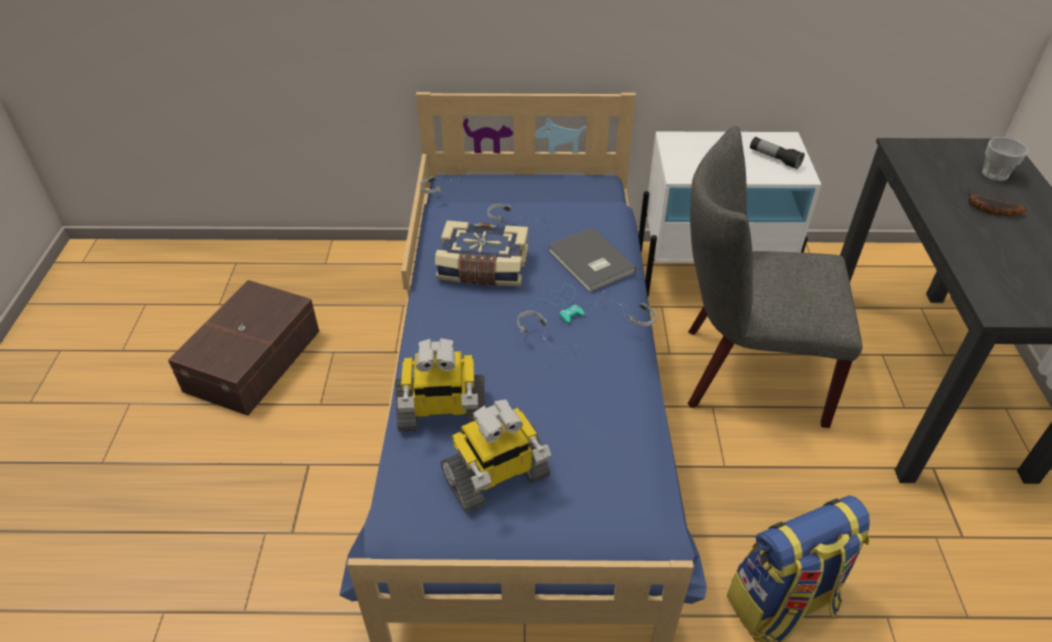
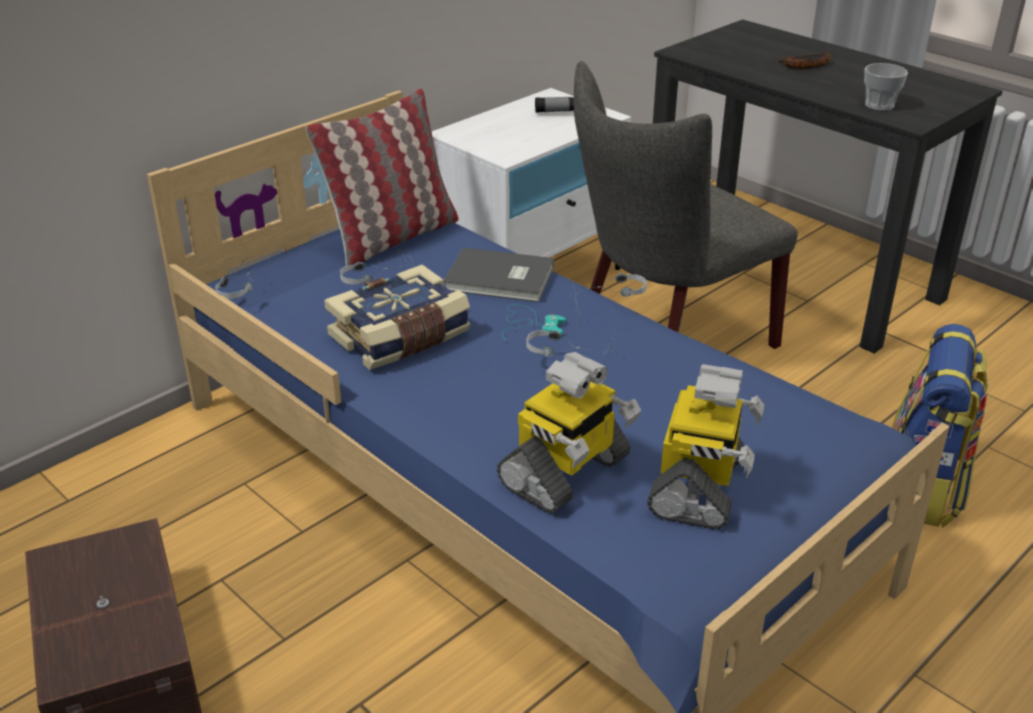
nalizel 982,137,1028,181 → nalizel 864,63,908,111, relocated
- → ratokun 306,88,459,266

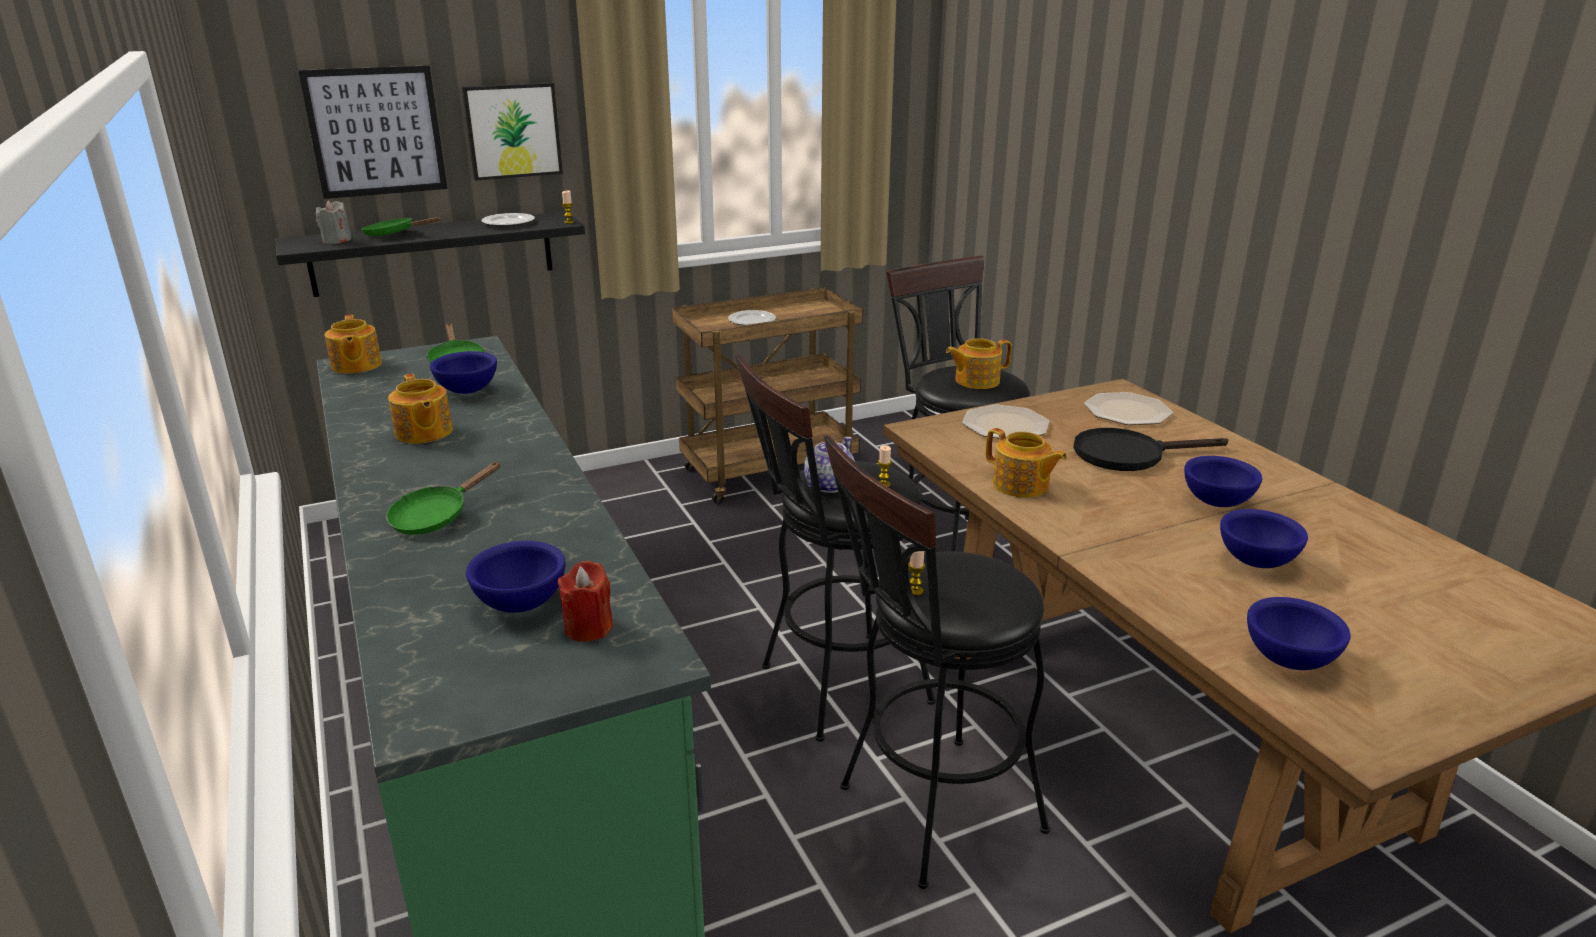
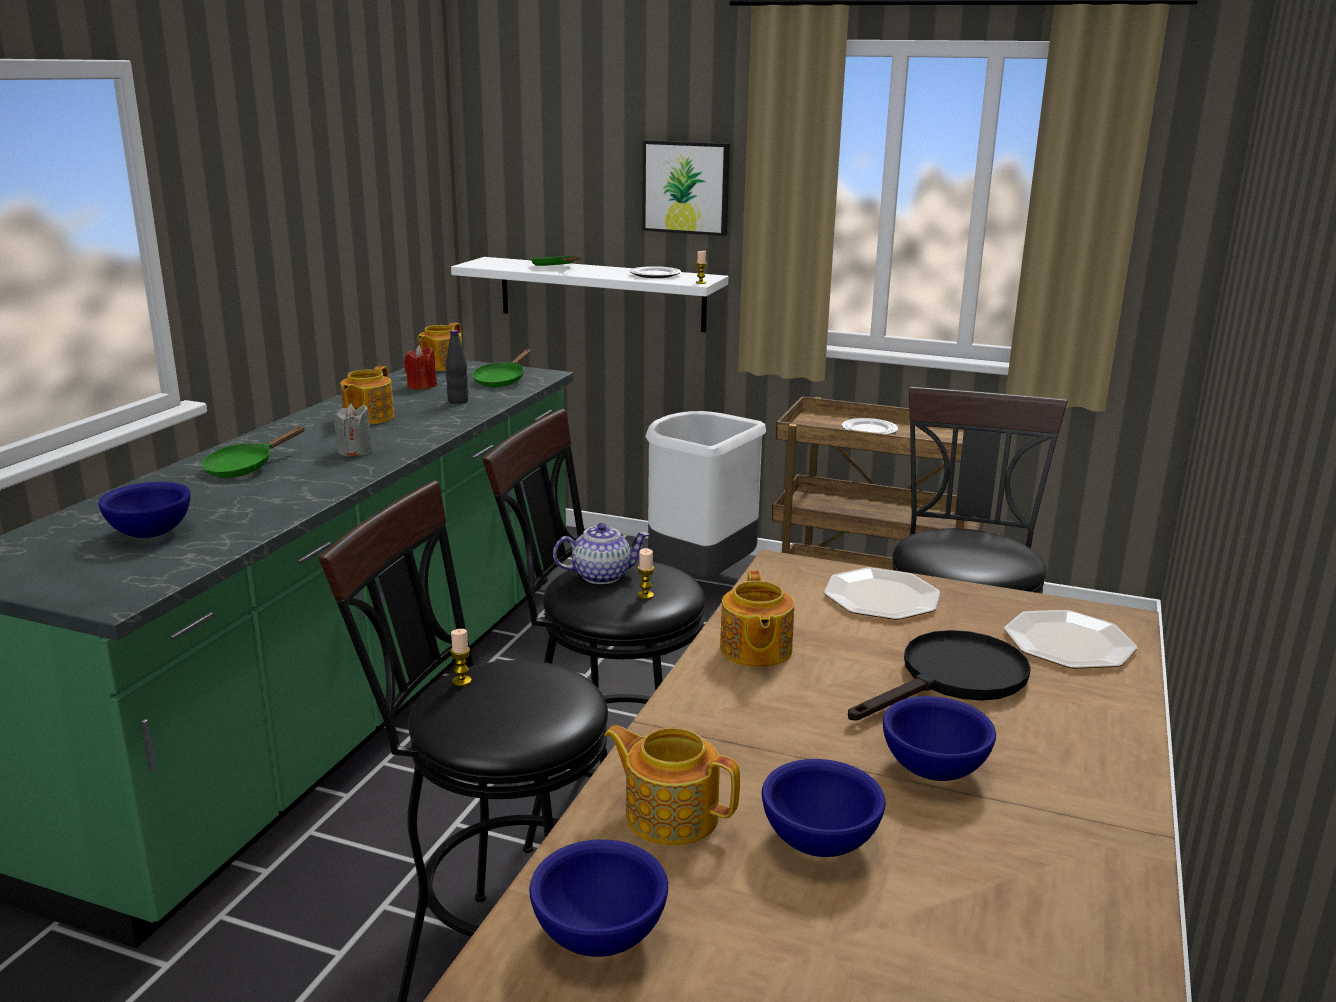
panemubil 298,65,448,199 → -
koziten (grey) 316,201,351,244 → koziten (grey) 334,403,373,457, relocated
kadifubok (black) 275,212,585,297 → kadifubok (white) 451,257,729,332
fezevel 946,339,1012,389 → fezevel 604,725,740,846, relocated
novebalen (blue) 430,351,497,394 → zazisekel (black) 446,330,468,404
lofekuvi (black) 1073,428,1228,471 → lofekuvi (black) 848,630,1031,721, 105 degrees clockwise
lofekuvi (green) 386,462,501,535 → lofekuvi (green) 201,426,305,478, 45 degrees counterclockwise
koziten (red) 558,561,613,642 → koziten (red) 404,346,437,390, relocated
- → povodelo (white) 645,411,766,580

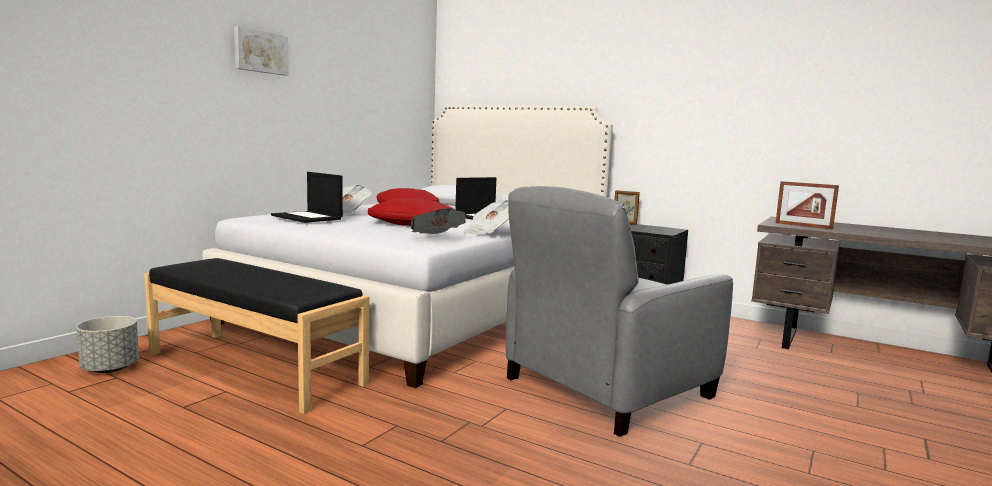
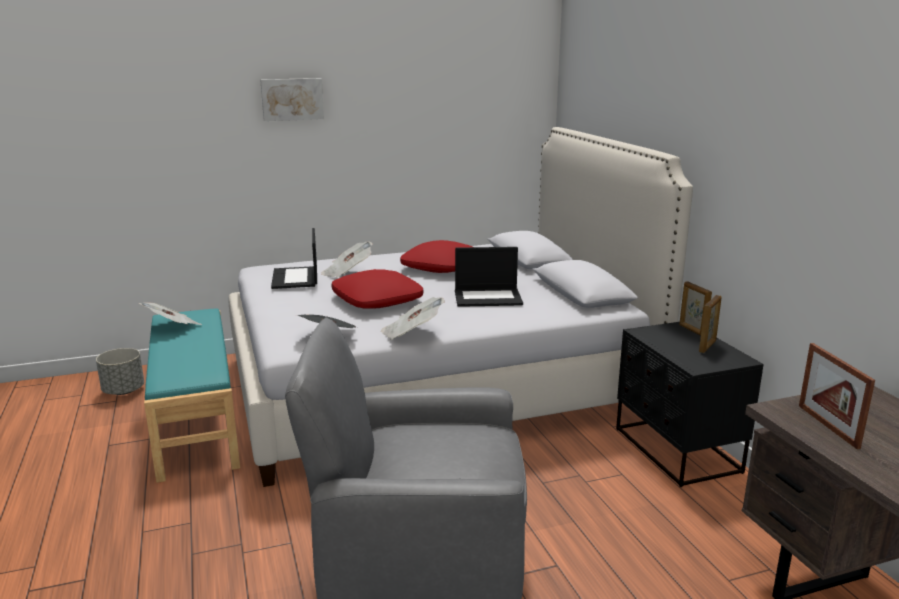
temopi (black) 145,258,369,414 → temopi (turquoise) 144,308,240,483
- → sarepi 699,295,721,353
- → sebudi 138,302,202,325

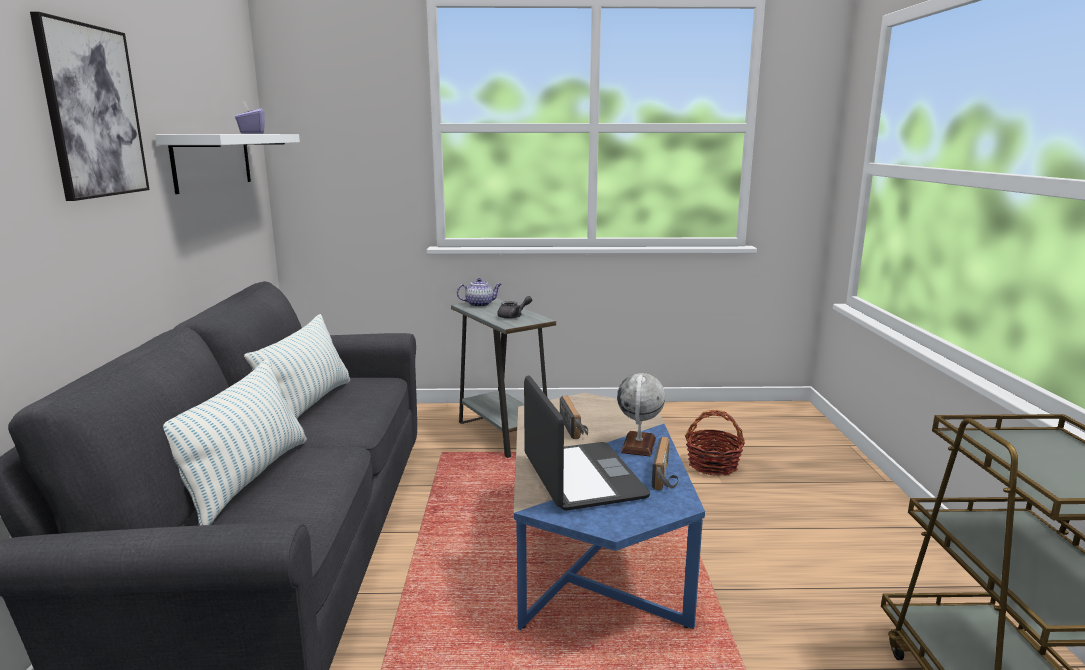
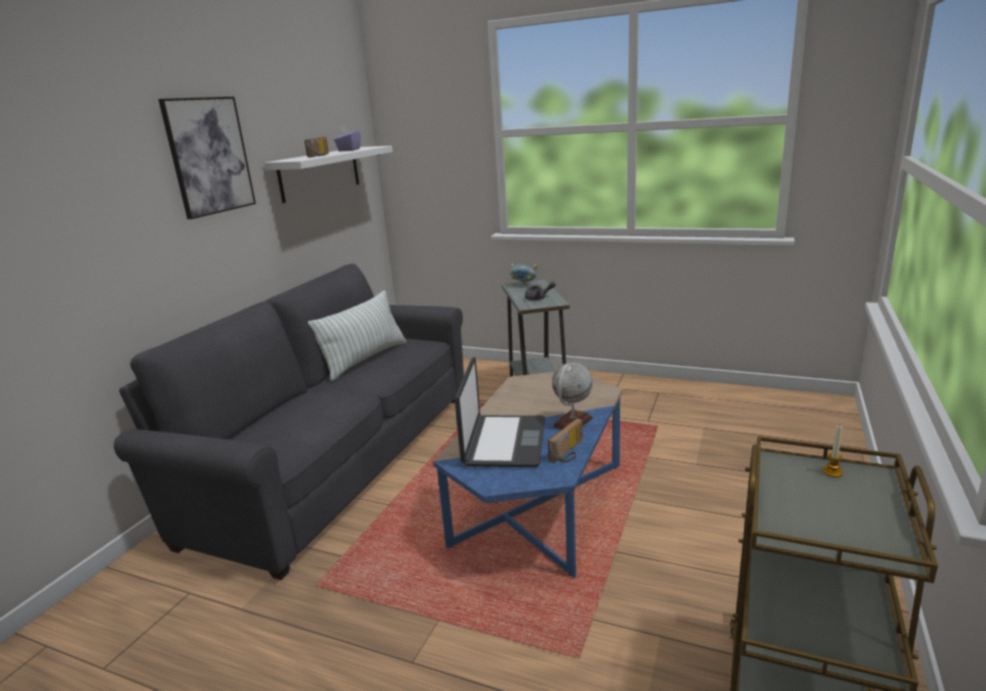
fezevel 457,278,501,307 → novebalen 510,263,537,284
ratokun 163,358,307,526 → -
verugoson 560,396,588,439 → verugoson 304,137,329,158, relocated
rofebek 685,410,745,476 → -
- → koziten 823,425,843,477

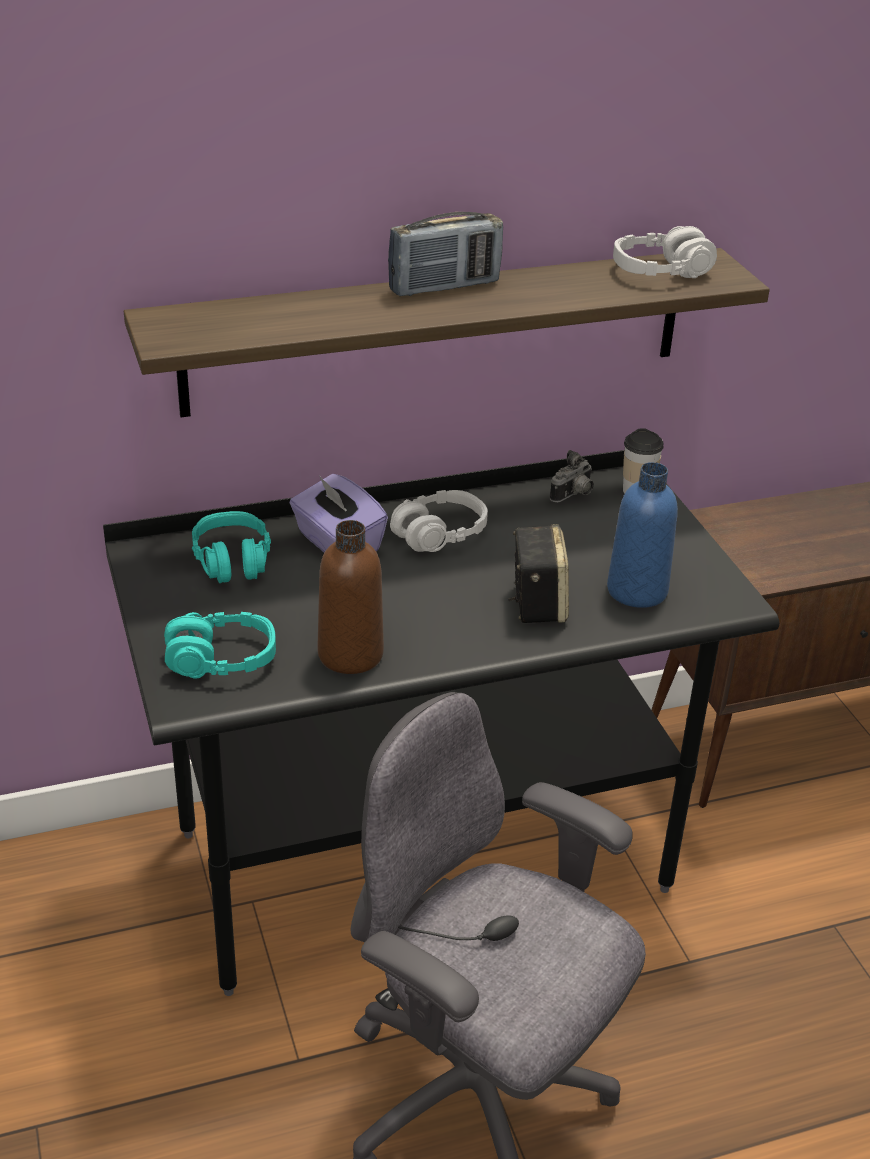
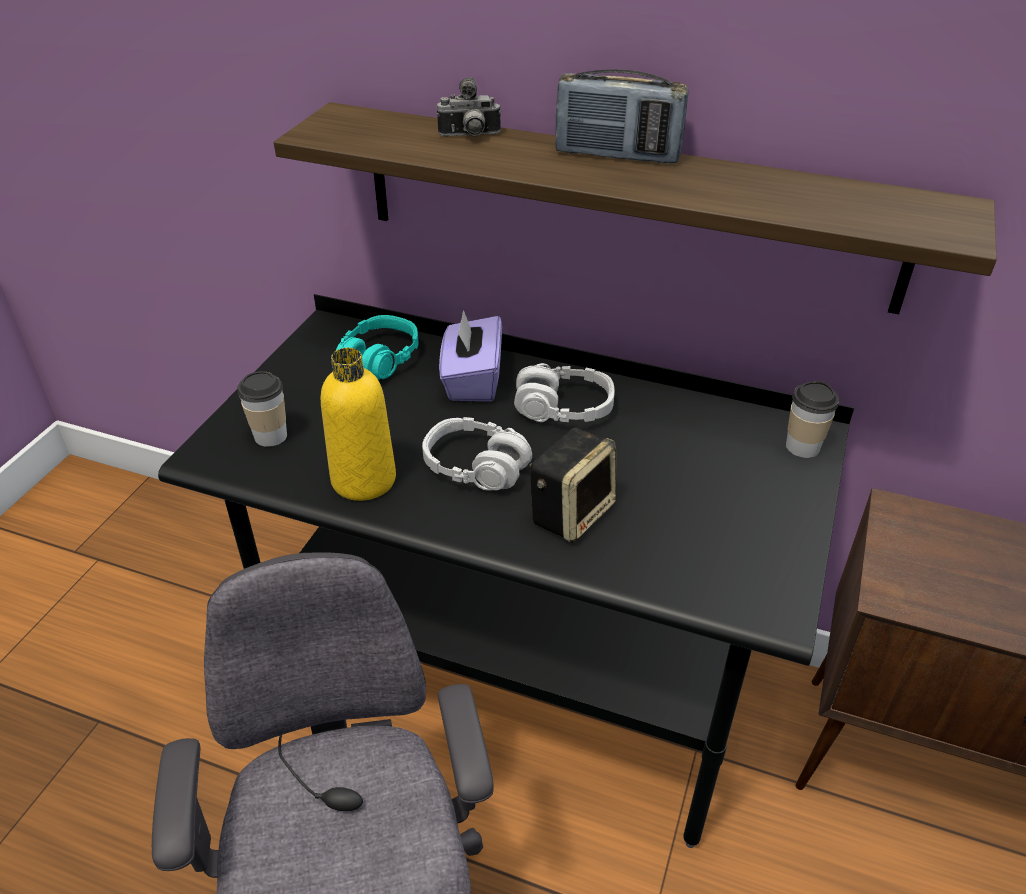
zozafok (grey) 613,226,717,278 → zozafok (grey) 422,417,532,491, relocated
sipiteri 550,450,594,502 → sipiteri 437,77,501,137, relocated
zazisekel (blue) 607,462,678,608 → -
zazisekel (brown) 318,520,384,674 → zazisekel (yellow) 321,348,396,501
zozafok (turquoise) 164,612,276,679 → nalizel 238,371,287,447

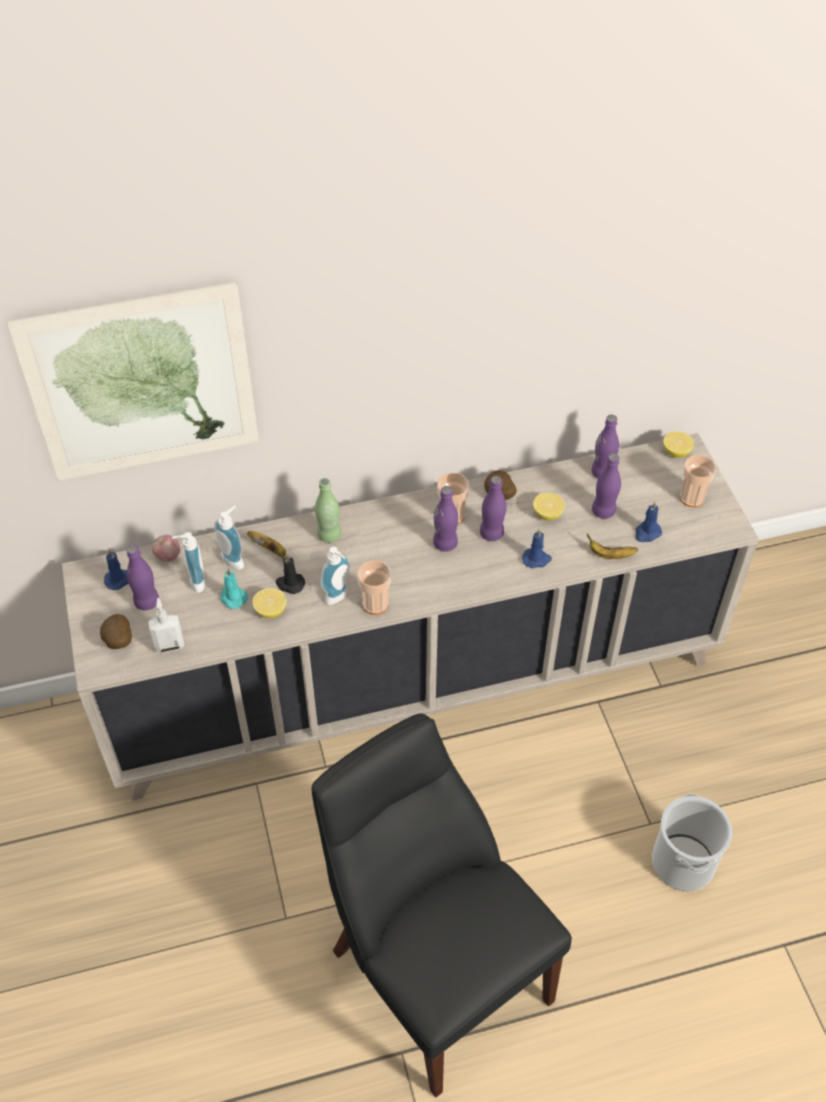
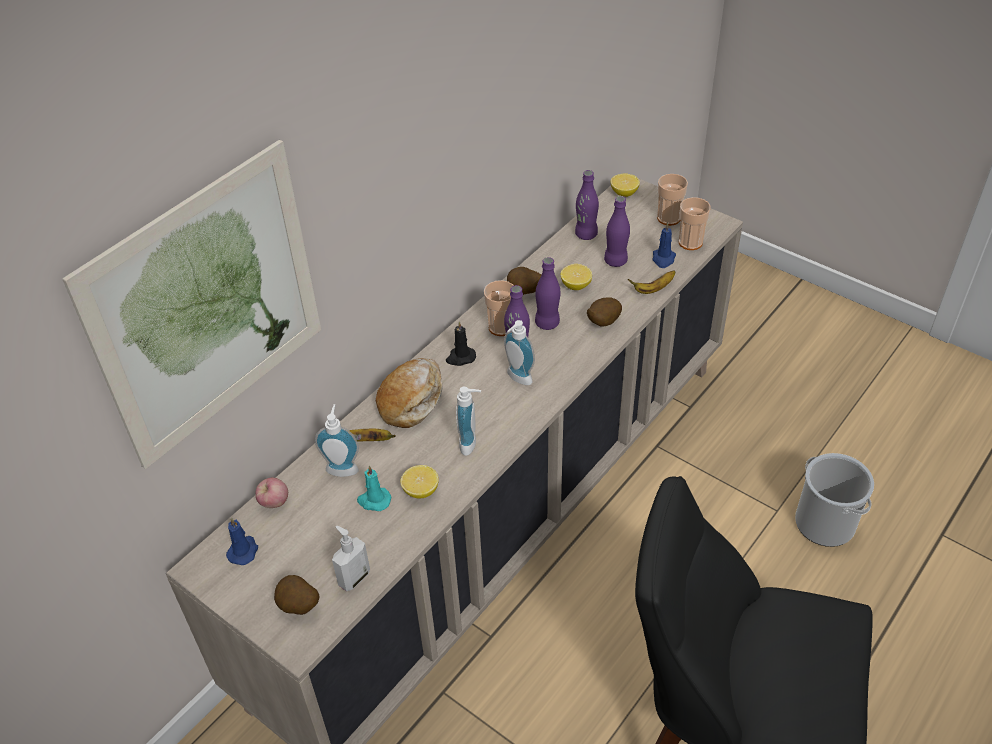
zazisekel (green) 315,478,342,543 → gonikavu 376,358,442,428
koziten (blue) 522,528,552,568 → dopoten 587,297,622,326
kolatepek 172,532,206,593 → kolatepek 504,320,535,385, relocated
zazisekel (purple) 127,545,159,610 → -
koziten (black) 276,553,305,594 → koziten (black) 446,321,476,366, relocated
nalizel 358,561,391,615 → nalizel 679,197,711,250, relocated

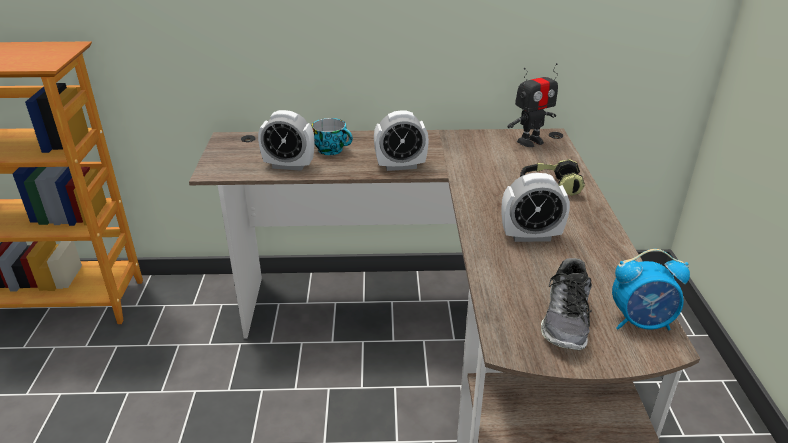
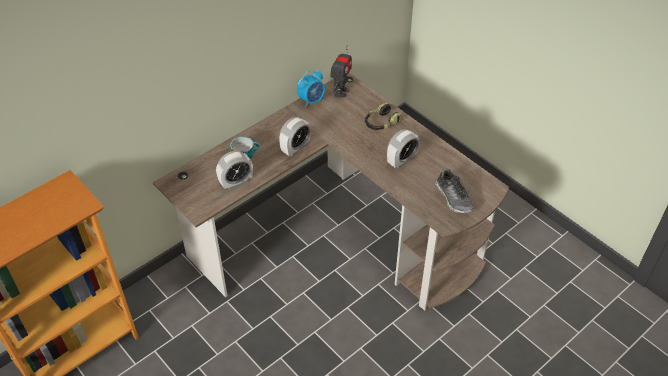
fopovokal 612,249,690,331 → fopovokal 297,70,325,108, relocated

